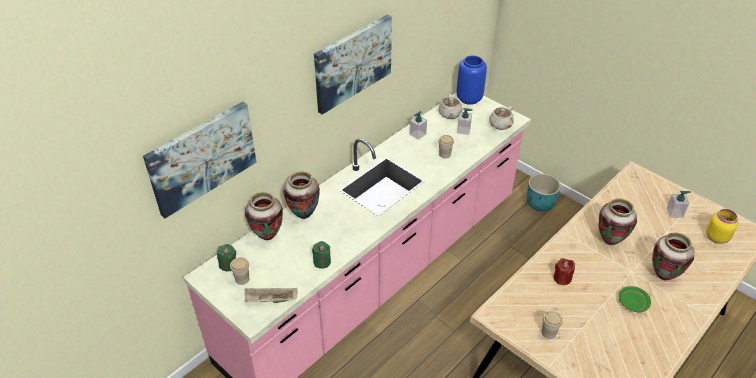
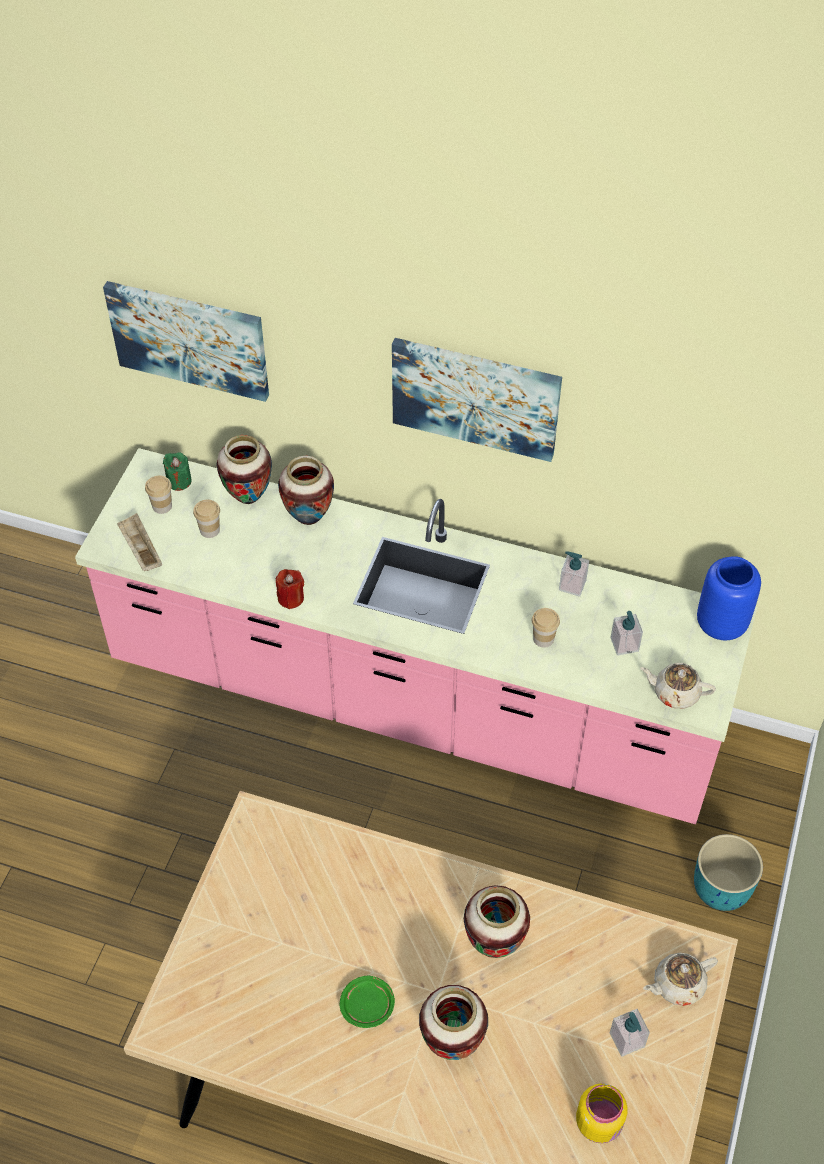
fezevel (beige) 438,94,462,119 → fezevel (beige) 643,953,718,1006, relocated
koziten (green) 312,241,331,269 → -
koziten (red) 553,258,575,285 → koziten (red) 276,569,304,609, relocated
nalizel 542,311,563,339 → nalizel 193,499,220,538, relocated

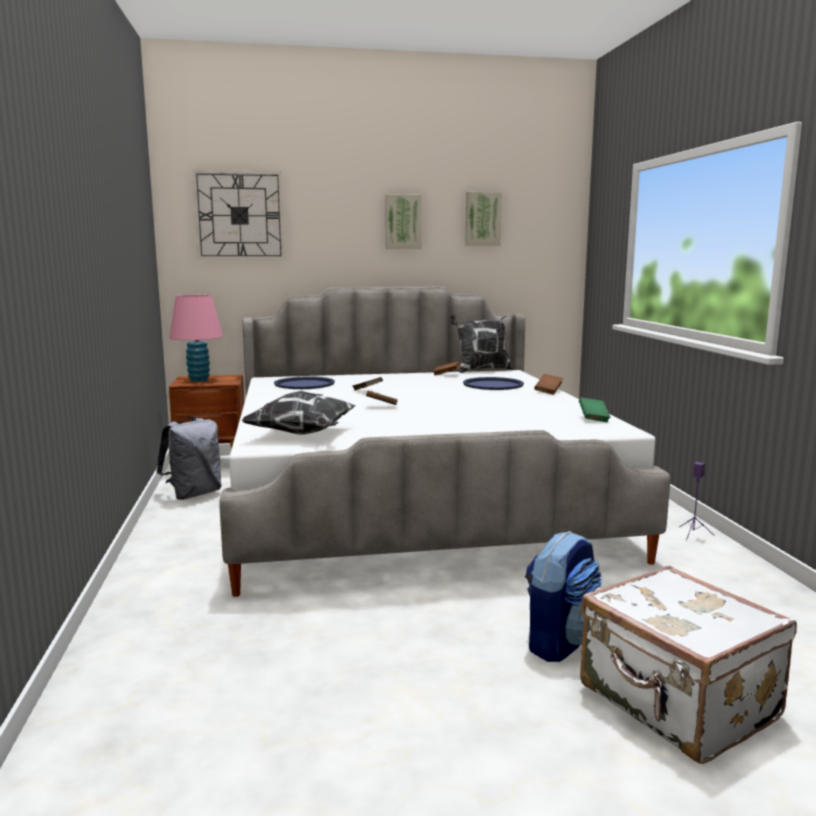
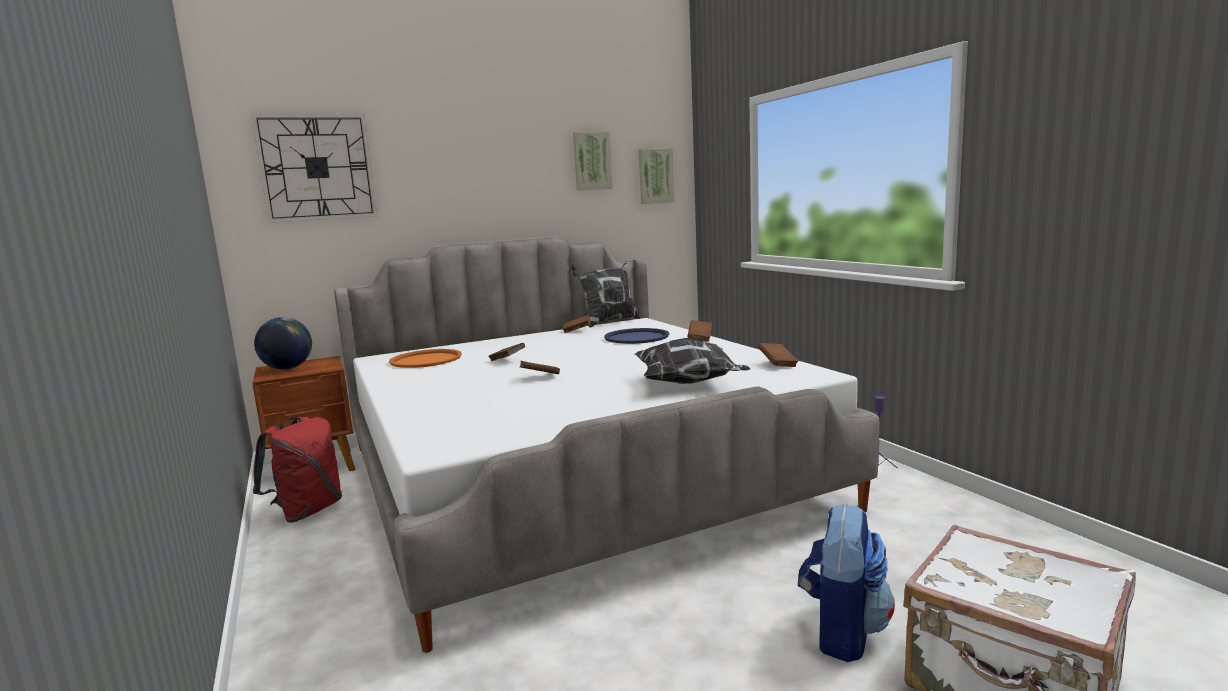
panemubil 385,194,422,249 → panemubil 639,148,674,204, relocated
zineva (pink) 170,295,223,382 → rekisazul 254,317,312,370
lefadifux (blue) 274,376,335,389 → lefadifux (orange) 389,349,462,368
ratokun 241,391,356,435 → ratokun 635,338,751,384, relocated
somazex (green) 579,398,610,422 → somazex (brown) 758,343,798,367
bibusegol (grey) 156,417,222,500 → bibusegol (red) 253,417,342,523

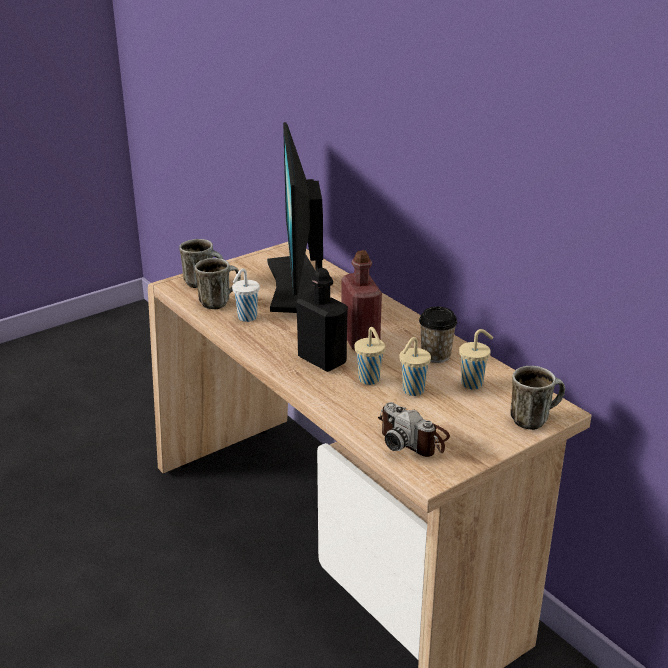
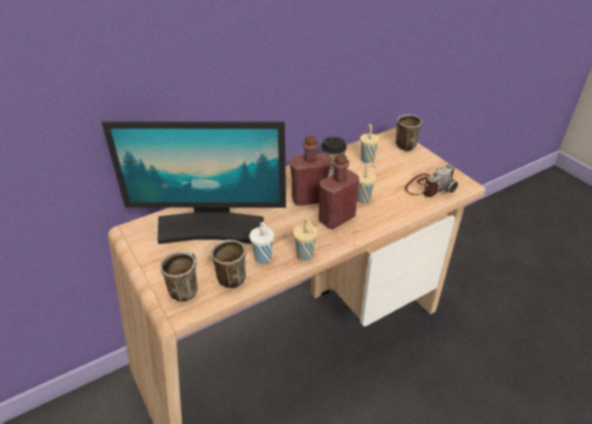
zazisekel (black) 296,268,348,372 → zazisekel (red) 319,154,359,229
nalizel (beige) 399,337,431,396 → nalizel (beige) 293,219,318,261, relocated

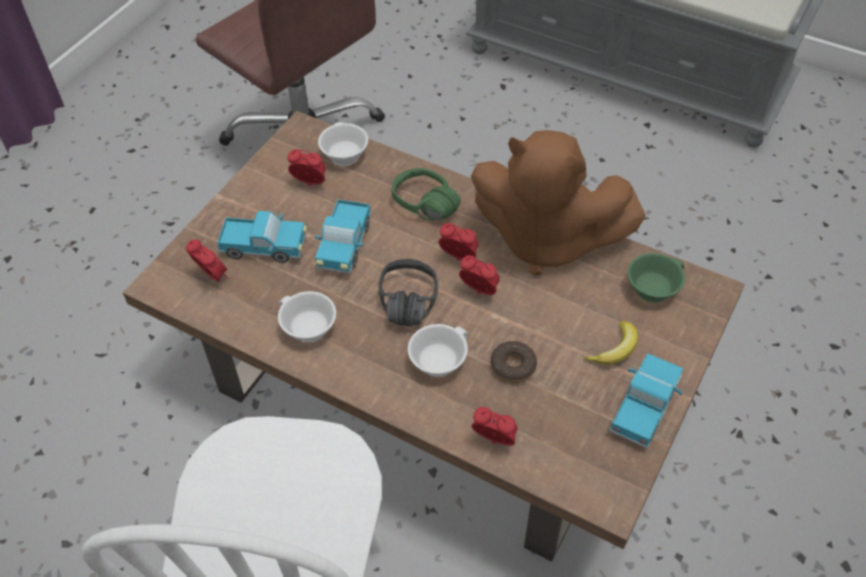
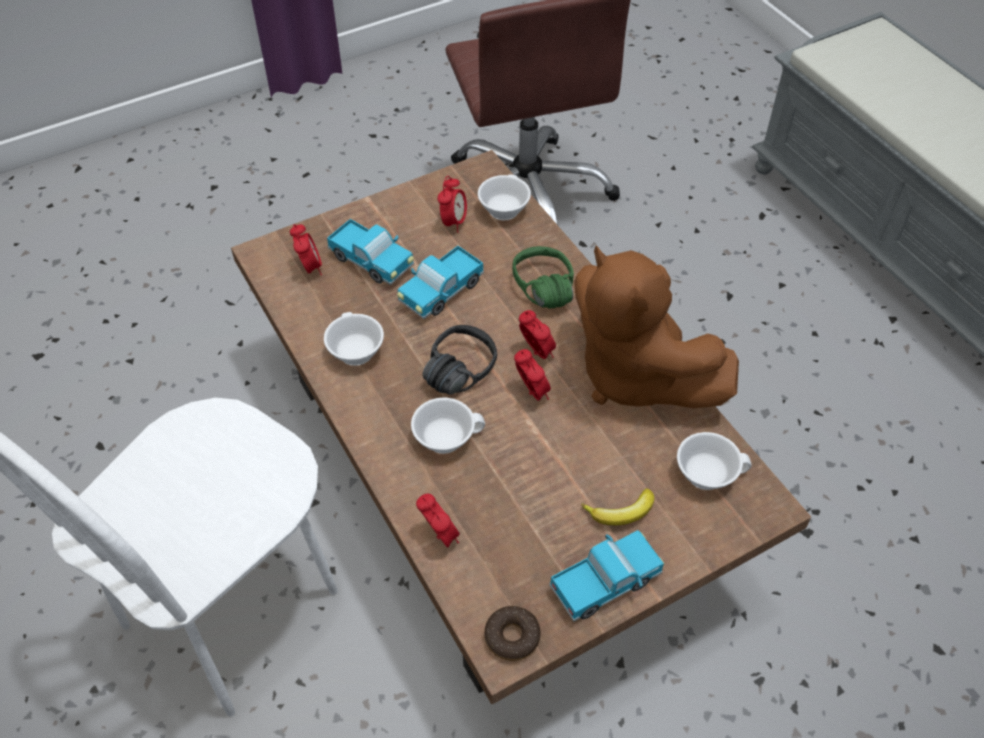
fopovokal 287,149,326,186 → fopovokal 438,176,467,233, 60 degrees clockwise
nalizel (green) 628,253,685,303 → nalizel (white) 677,432,752,490
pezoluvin 491,341,537,383 → pezoluvin 484,606,541,661, relocated

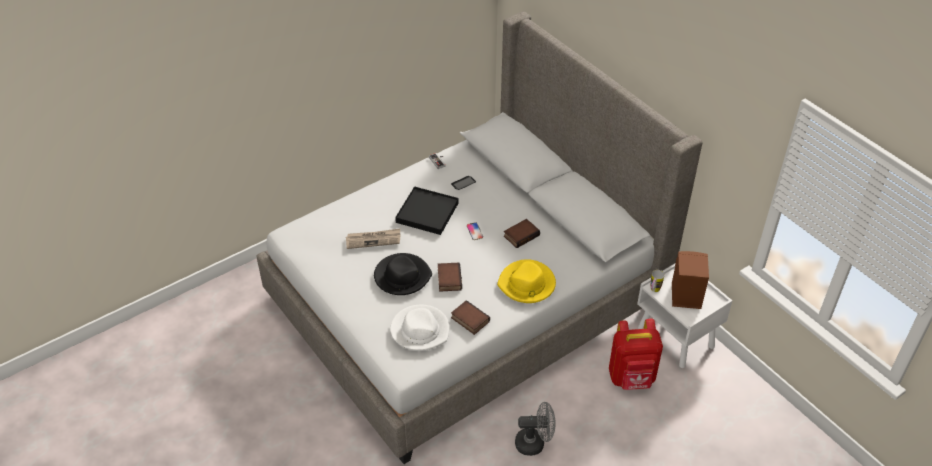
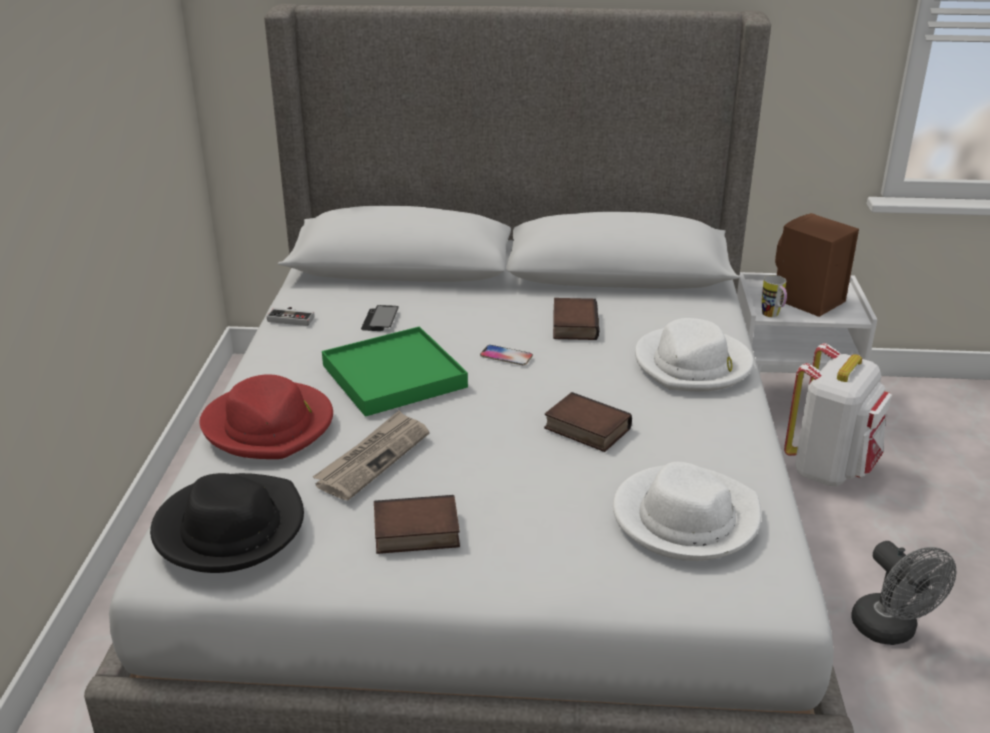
lefadifux (black) 395,186,459,235 → lefadifux (green) 322,326,468,417
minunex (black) 374,253,432,295 → minunex (black) 150,473,304,573, relocated
minunex (yellow) 497,259,556,303 → minunex (white) 635,318,754,392
somazex 451,300,490,335 → somazex 374,495,460,554, relocated
bibusegol (red) 609,319,663,390 → bibusegol (white) 784,343,892,486
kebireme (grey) 515,402,556,456 → kebireme (grey) 851,541,956,645, 120 degrees clockwise
- → minunex (red) 200,374,333,459

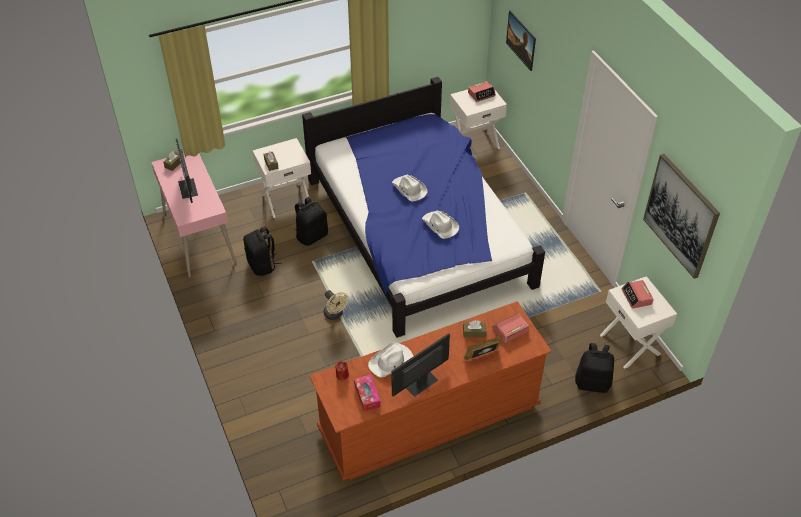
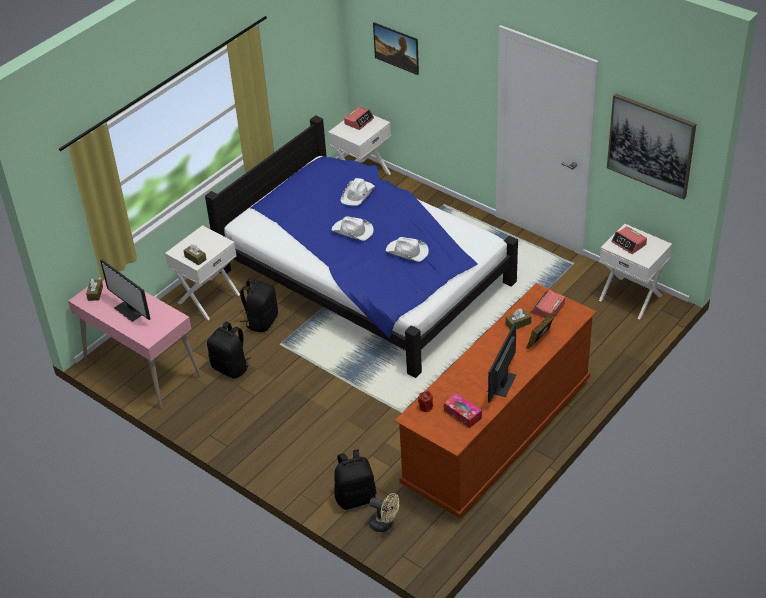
kebireme (beige) 323,290,348,320 → kebireme (beige) 369,493,399,532, relocated
minunex (white) 368,342,413,378 → minunex (white) 340,178,375,206, relocated
bibusegol (black) 575,343,614,393 → bibusegol (black) 334,449,376,510, relocated

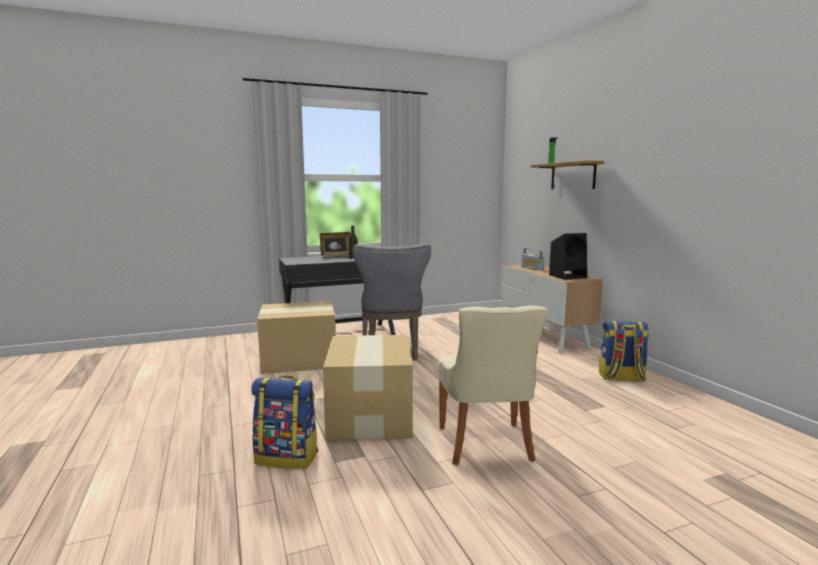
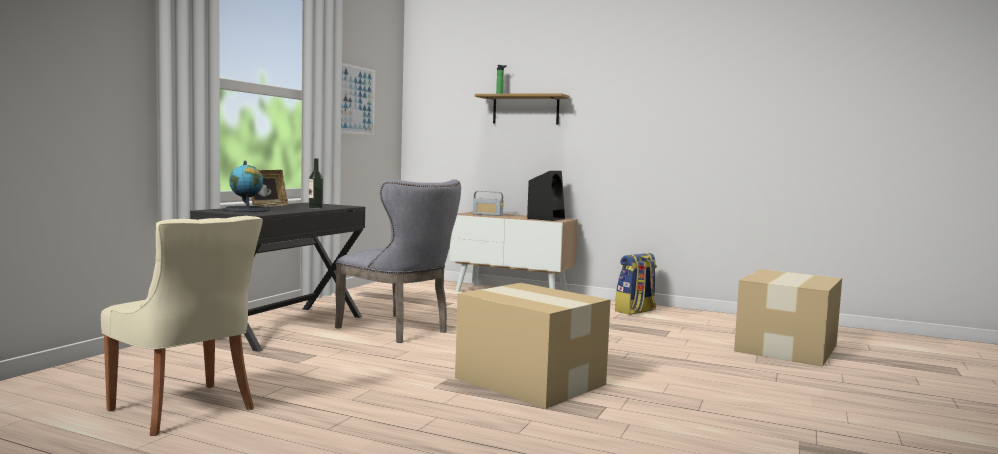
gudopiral 257,301,336,374 → gudopiral 734,269,842,367, relocated
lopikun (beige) 438,306,548,465 → lopikun (beige) 101,216,263,436, relocated
bibusegol 251,376,318,469 → -
- → panemubil 341,63,375,135
- → rekisazul 222,161,270,212

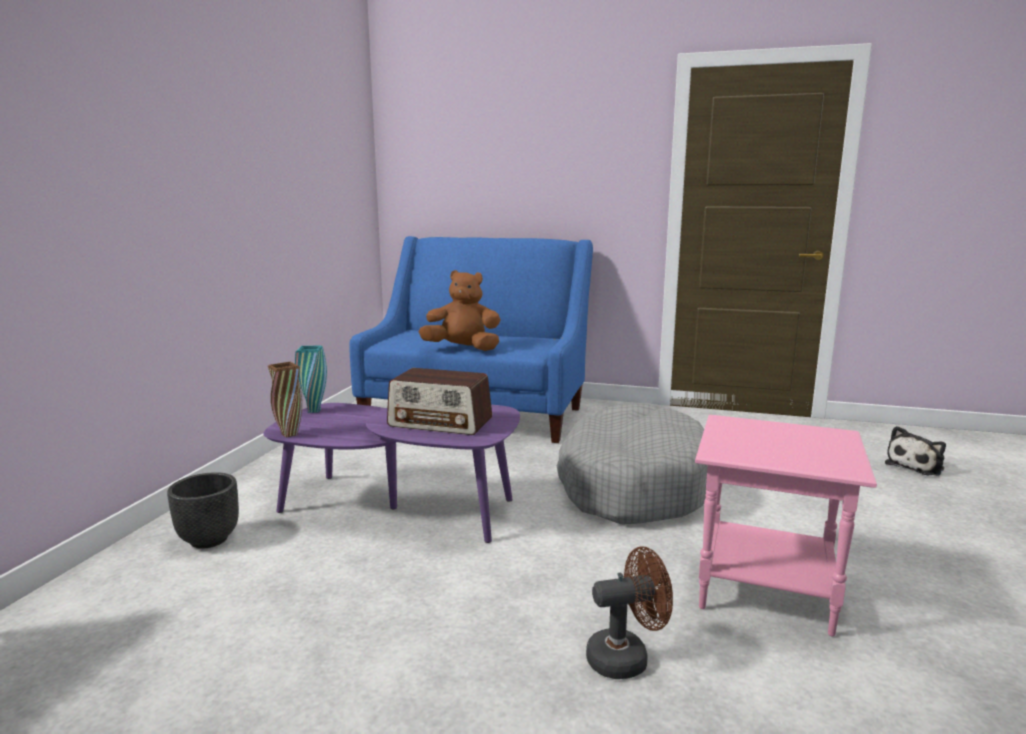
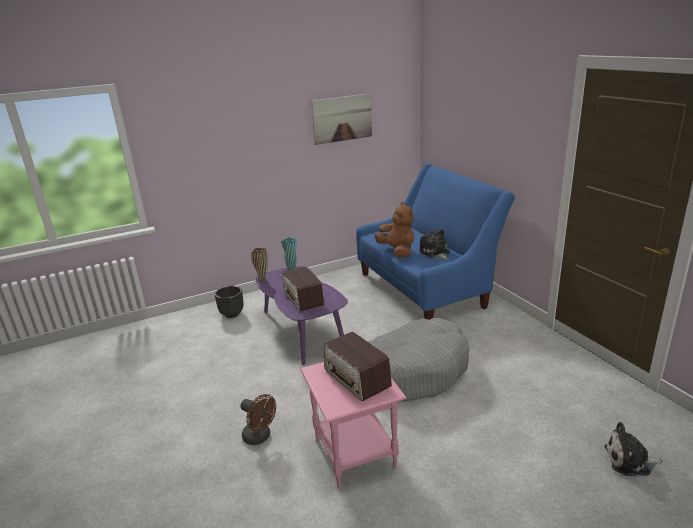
- → panemubil 311,93,372,145
- → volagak 419,229,450,260
- → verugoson 324,331,392,401

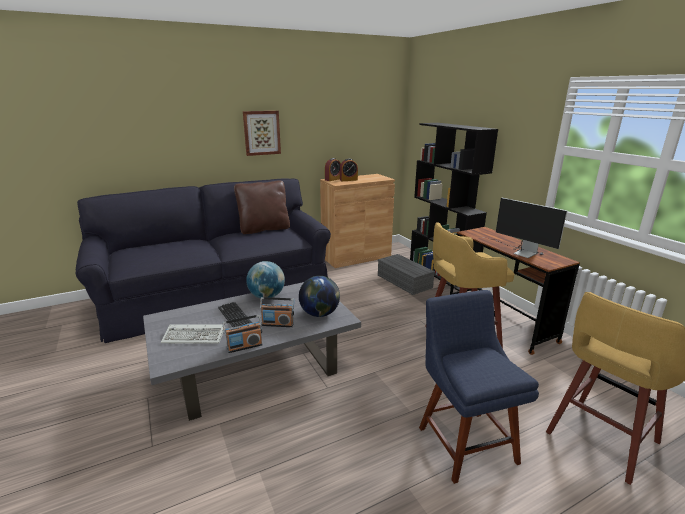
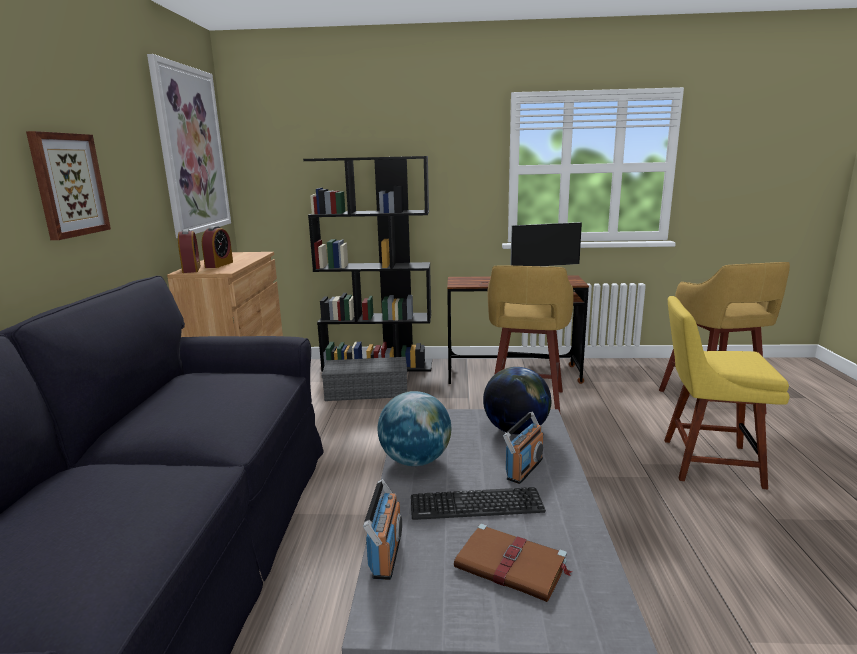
ratokun (brown) 234,181,290,234 → -
lopikun (blue) 419,290,539,484 → lopikun (yellow) 664,296,790,490
verugoson 222,315,263,353 → verugoson 363,479,402,580, relocated
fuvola 161,324,225,344 → somazex (brown) 454,523,572,602
- → panemubil 147,54,231,238

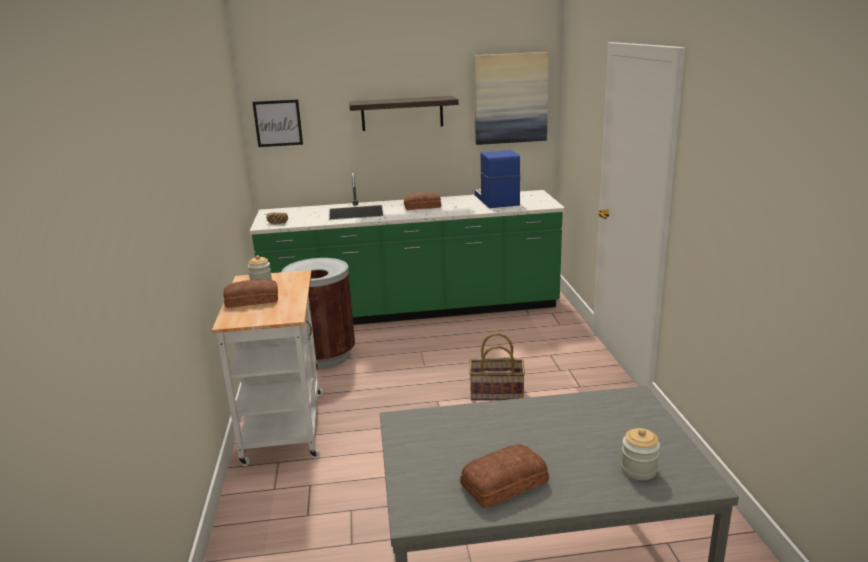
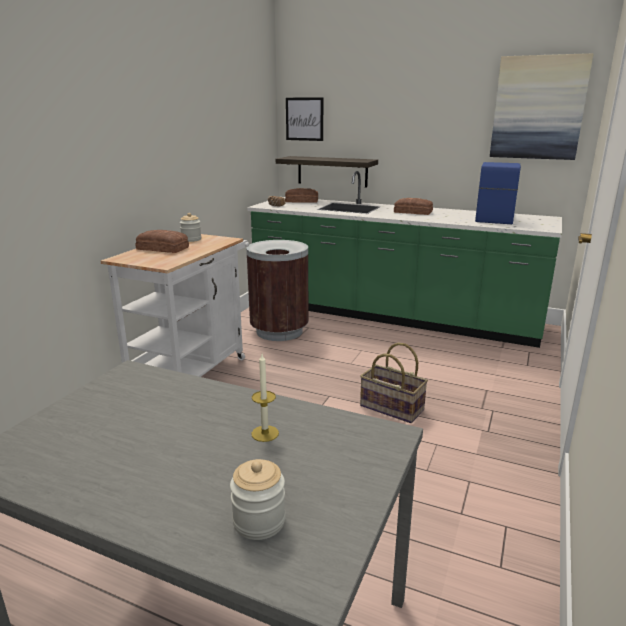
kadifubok 349,96,459,131 → kadifubok 276,156,378,188, relocated
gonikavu 460,444,549,509 → gonikavu 285,188,318,203, relocated
- → koziten 251,354,279,442

